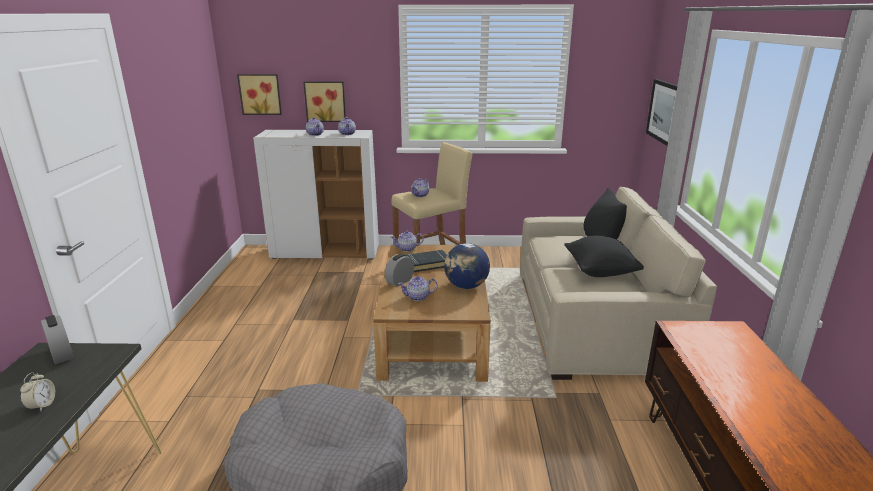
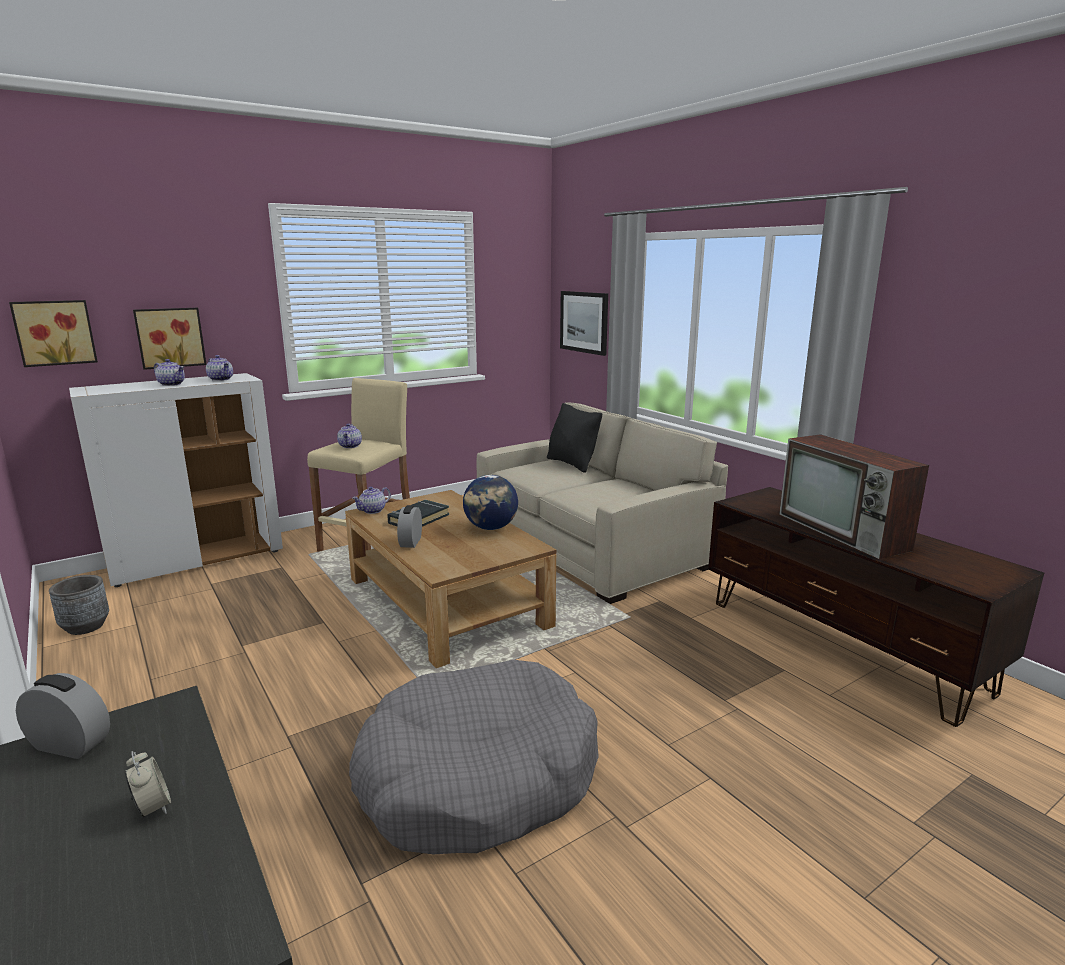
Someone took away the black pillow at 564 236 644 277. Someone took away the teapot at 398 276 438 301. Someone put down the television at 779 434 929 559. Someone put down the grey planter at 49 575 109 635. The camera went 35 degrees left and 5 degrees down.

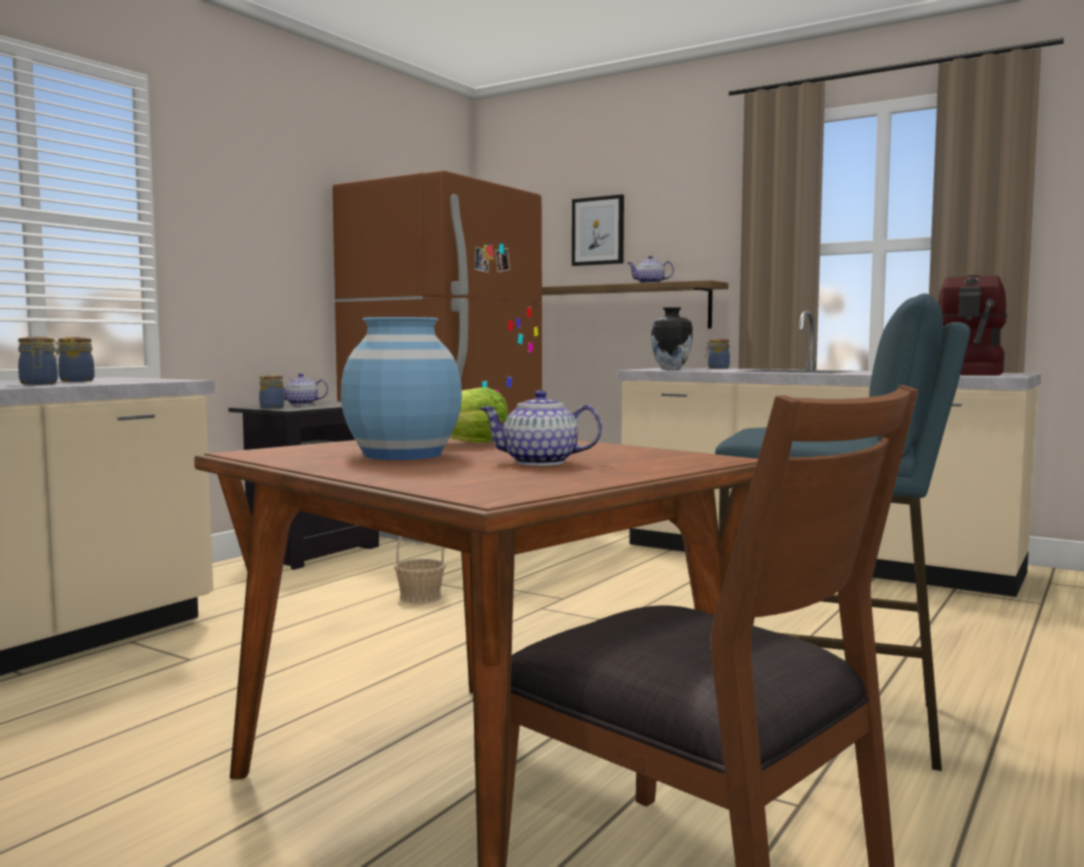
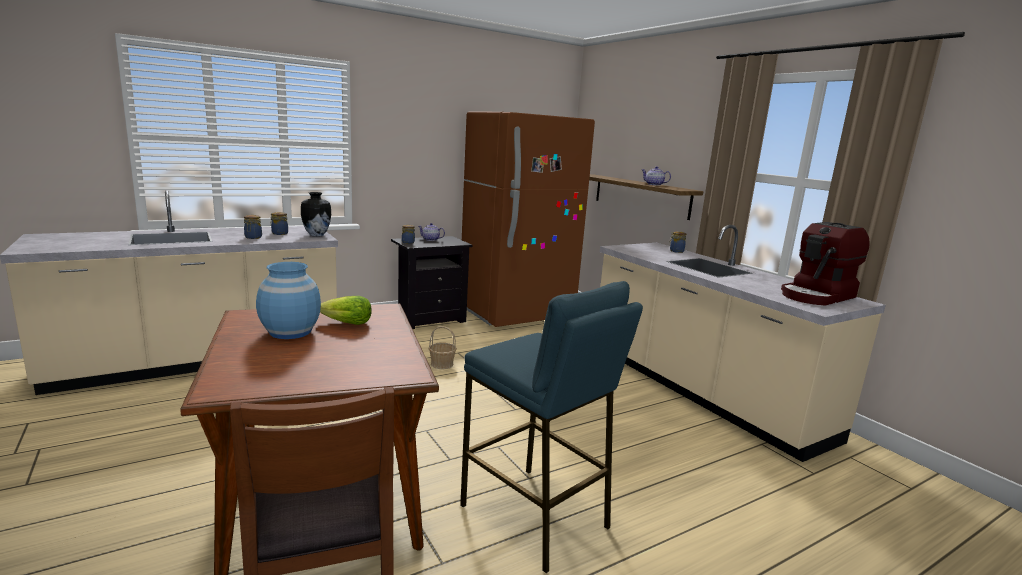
Someone took away the picture at 572 194 624 266. Someone carried the vase from 651 307 693 370 to 301 192 331 237. Someone took away the teapot at 479 390 602 466. The camera went 25 degrees right and 10 degrees up.

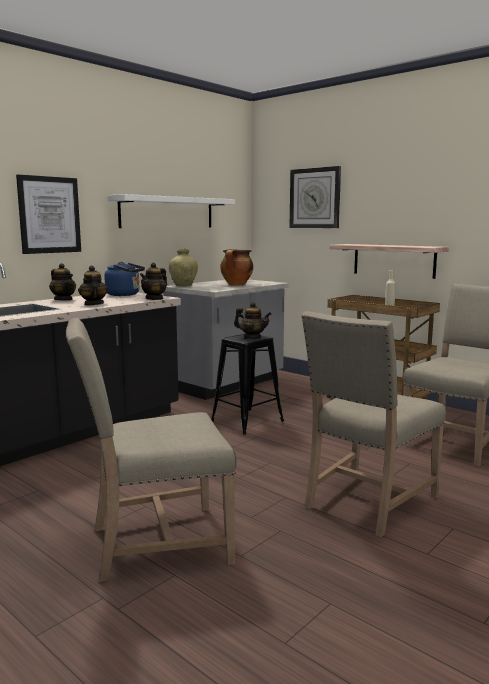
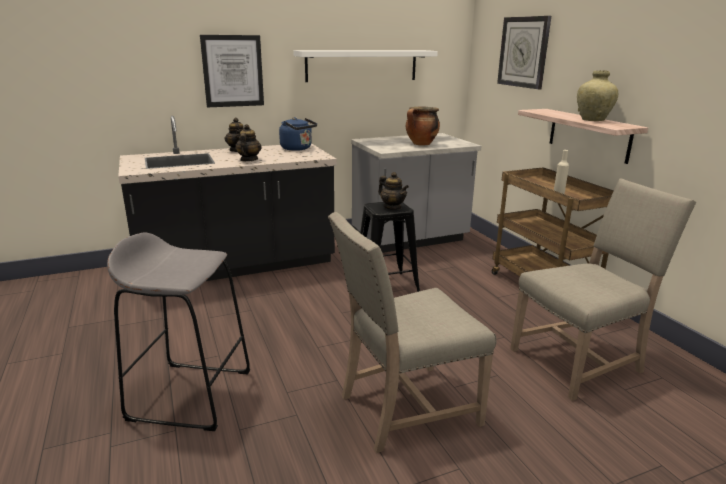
Someone carried the beige vase from 169 249 198 286 to 577 70 618 121. Someone took away the teapot at 140 262 167 300. Someone swapped the beige chair at 66 318 237 582 for the grey stool at 107 233 250 431. The camera went 25 degrees right and 10 degrees up.

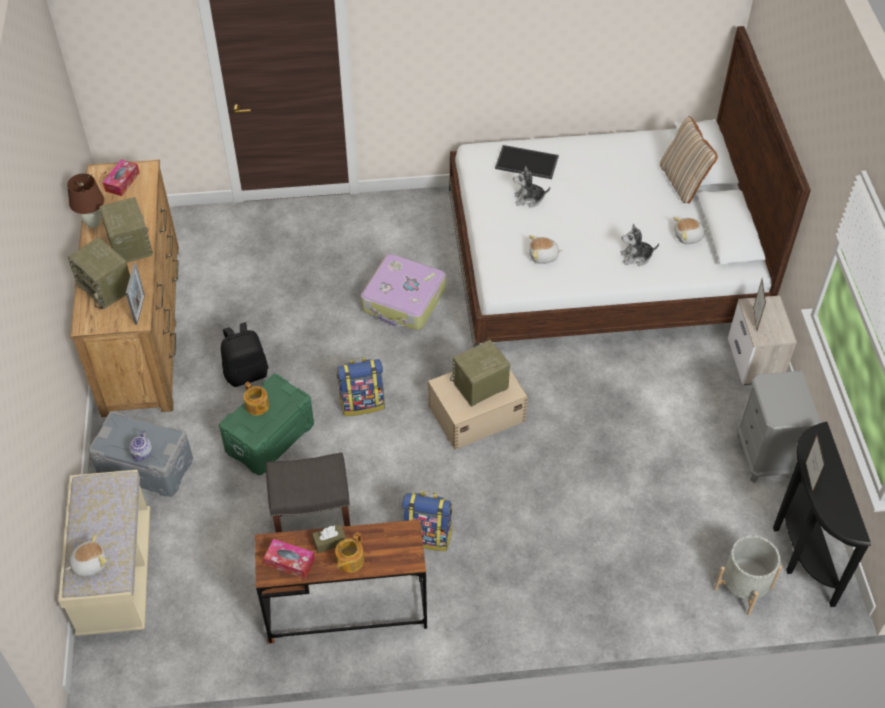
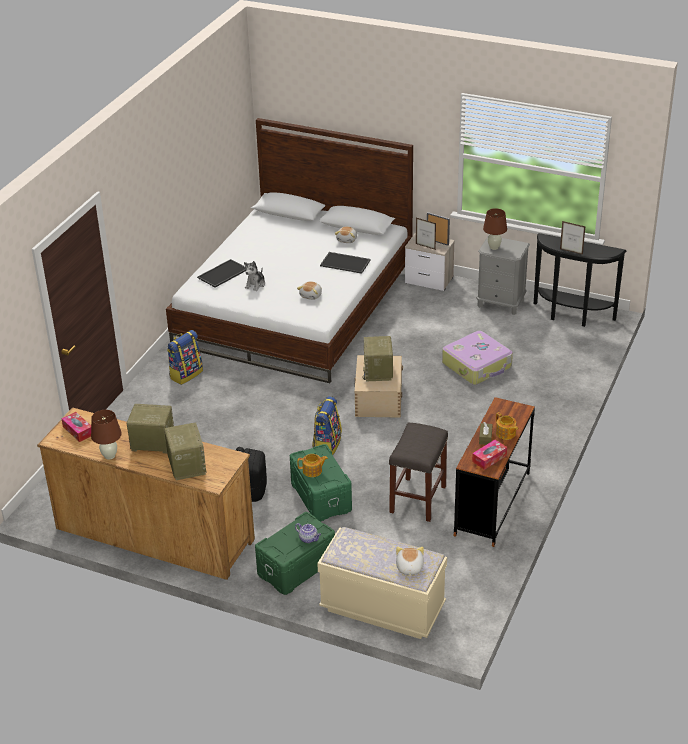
Someone took away the beige pillow at 660 116 718 204. Someone swapped the plush toy at 620 224 659 266 for the tray at 320 252 371 274. Someone rotated the radio at 68 237 130 309 by 90 degrees counterclockwise. Someone carried the suitcase from 361 254 446 330 to 442 331 513 385. Someone carried the picture frame from 126 263 145 325 to 427 212 450 246. Someone repainted the grey storage box at 88 412 193 497, which became the green storage box at 255 512 335 595. Someone carried the backpack from 402 491 453 551 to 167 330 203 385. Someone took away the grey planter at 714 535 782 616. Someone put down the brown table lamp at 483 208 507 250. The camera went 60 degrees left and 15 degrees down.

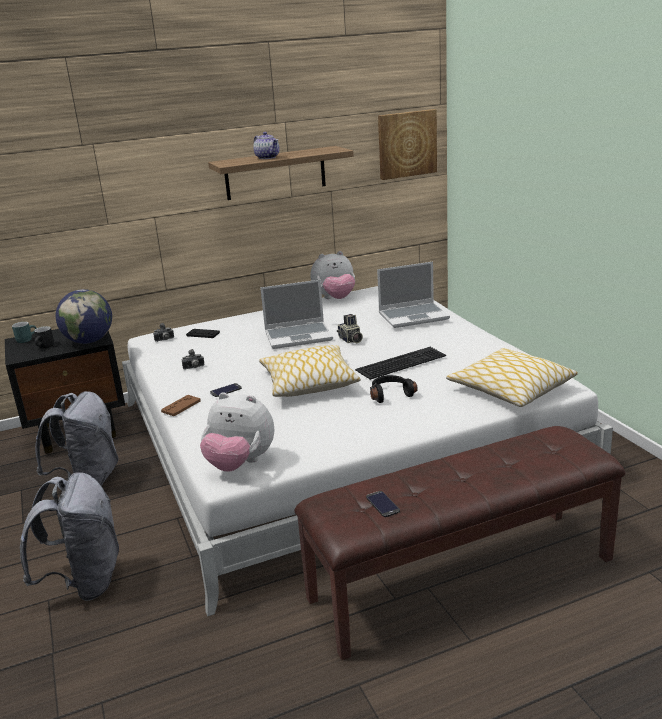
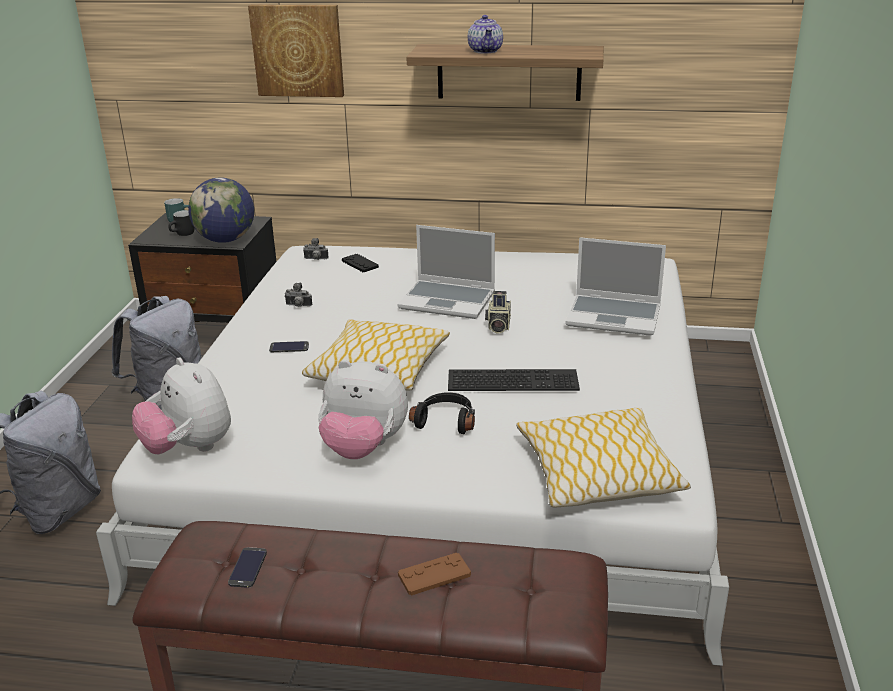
Someone carried the picture from 378 109 437 180 to 248 5 344 97. Someone carried the plush toy from 310 251 355 299 to 318 360 408 459. Someone carried the brown game controller from 161 395 201 416 to 398 553 471 596. The camera went 30 degrees right and 5 degrees up.

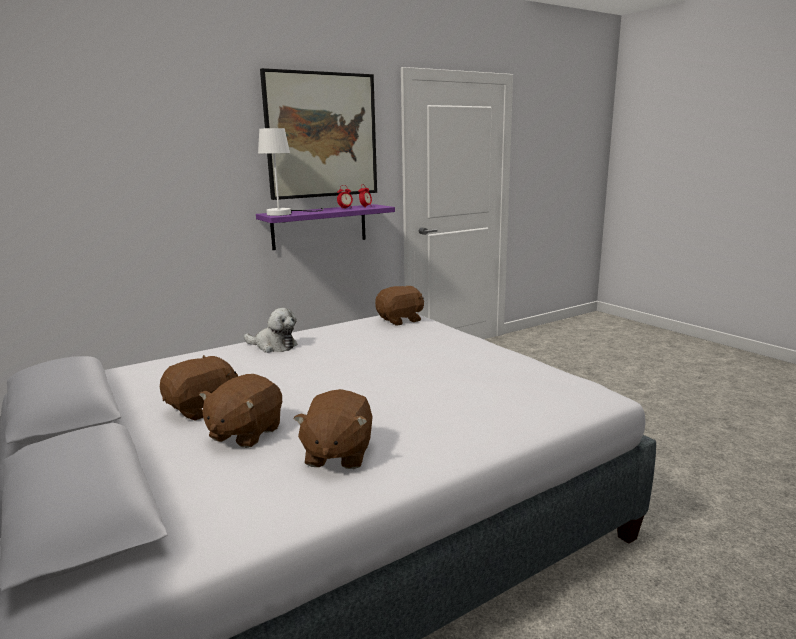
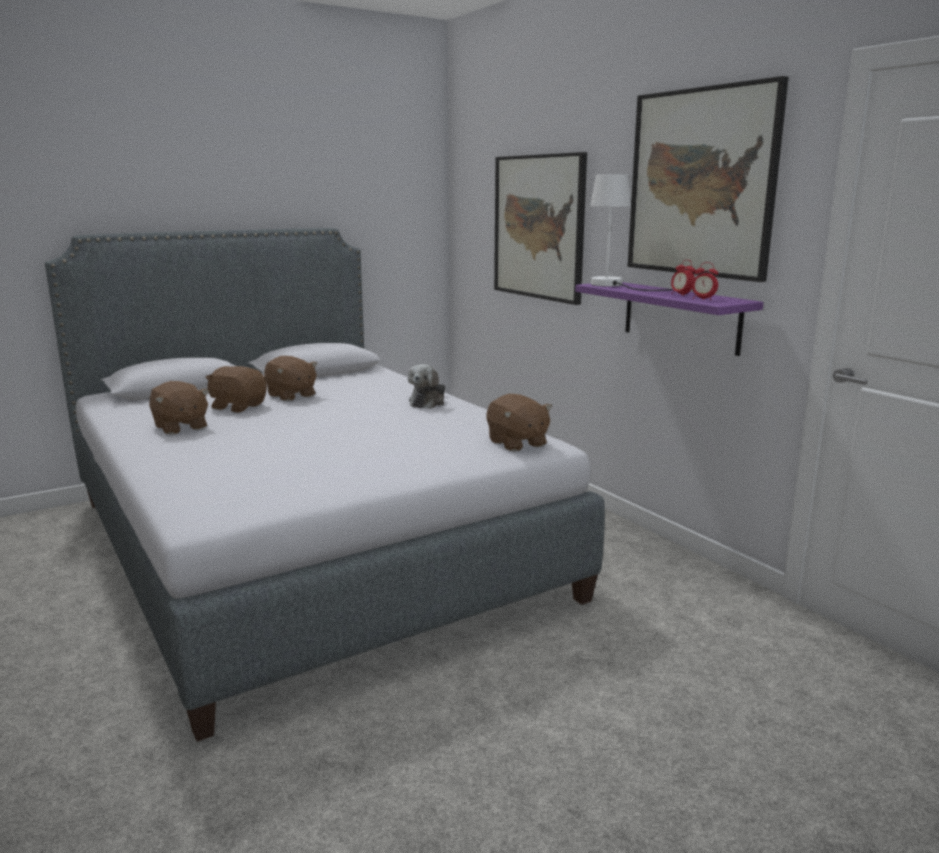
Someone rotated the brown plush toy at 293 389 373 469 by 135 degrees counterclockwise. Someone put up the picture at 494 152 587 305. The camera went 90 degrees right and 0 degrees up.

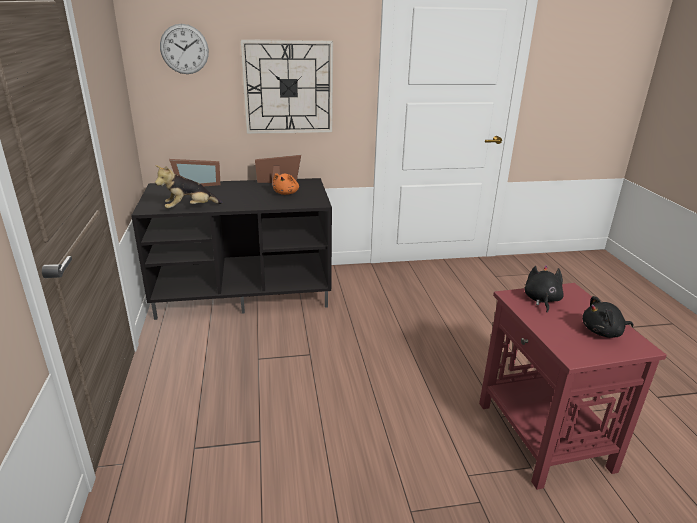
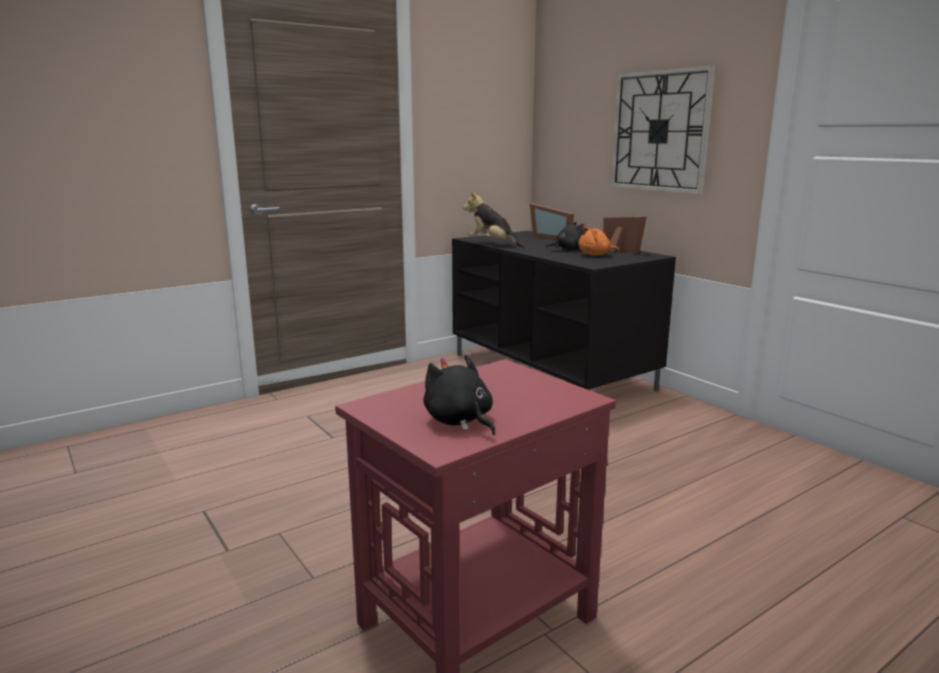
Someone took away the wall clock at 160 24 209 74. Someone carried the black plush toy from 525 265 564 313 to 546 222 586 250. The camera went 65 degrees right and 10 degrees down.

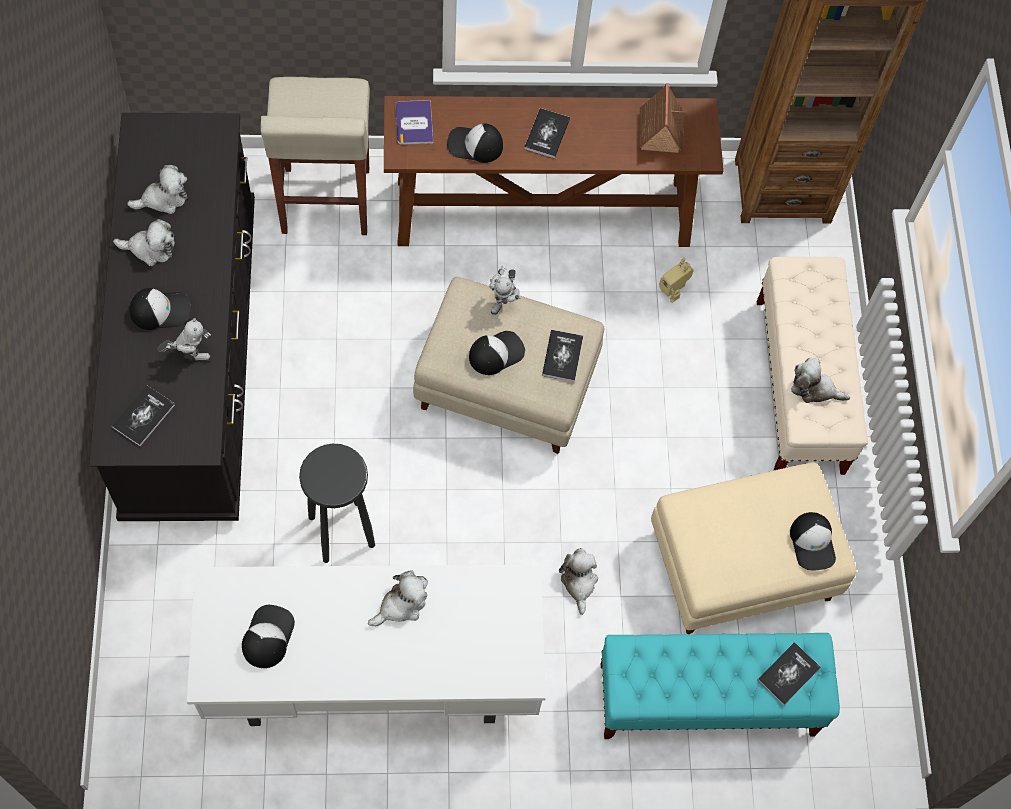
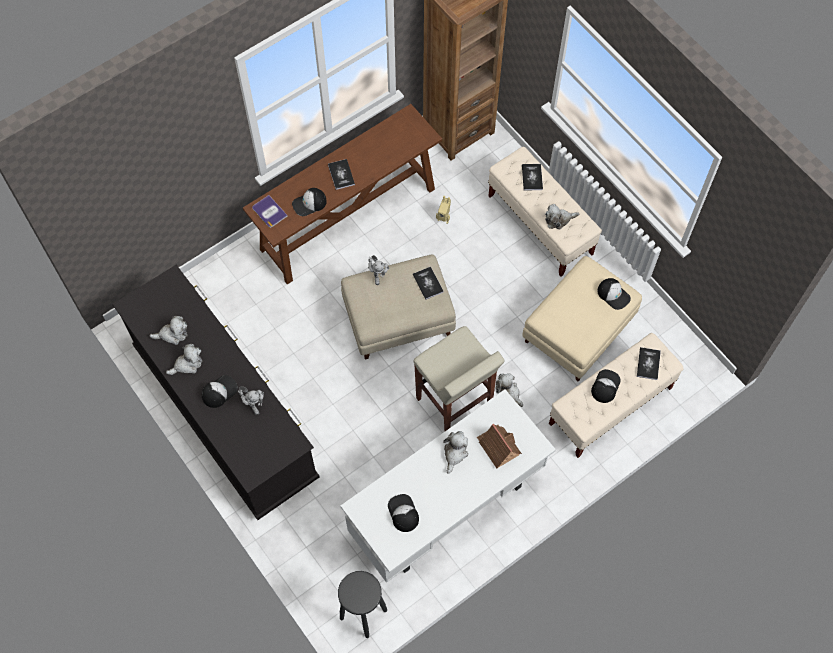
Someone carried the beige stool from 261 77 370 235 to 414 326 504 432. Someone carried the toy house from 639 83 685 153 to 477 424 522 468. Someone rotated the plush toy at 127 165 187 214 by 45 degrees clockwise. Someone rotated the toy robot at 158 318 211 361 by 90 degrees clockwise. Someone carried the cap from 469 331 525 375 to 591 369 621 403. Someone carried the book from 112 386 175 447 to 522 164 543 191. Someone carried the black stool from 299 444 375 563 to 338 571 387 638. Someone repainted the turquoise bench at 601 633 840 739, which became the beige bench at 549 333 683 458. The camera went 30 degrees left and 0 degrees up.

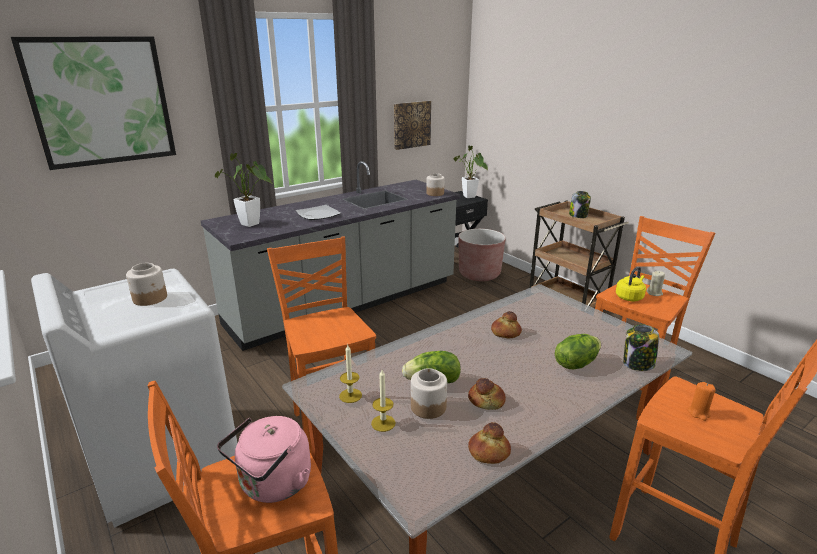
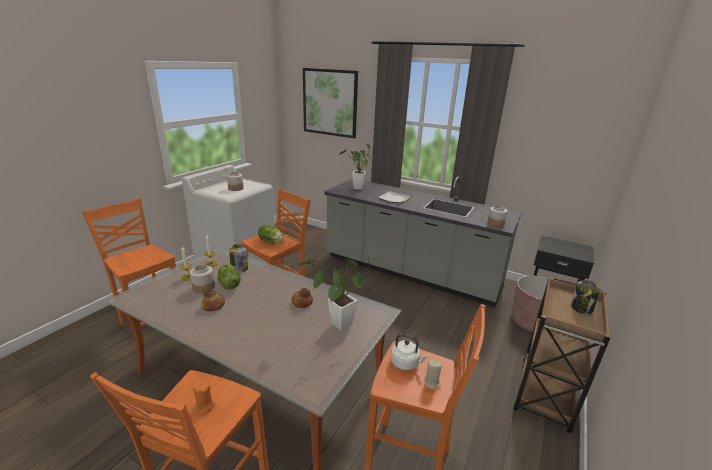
Someone took away the picture at 394 101 431 150. Someone carried the potted plant from 454 146 488 198 to 299 254 377 330. Someone repainted the yellow kettle at 616 266 646 301, which became the white kettle at 391 334 429 370. Someone carried the jar from 623 324 659 371 to 229 244 248 272. Someone carried the lettuce from 555 334 601 369 to 258 225 284 243. Someone took away the pink kettle at 217 416 311 503. Someone took away the bread at 468 422 511 464. The camera went 65 degrees right and 0 degrees up.

